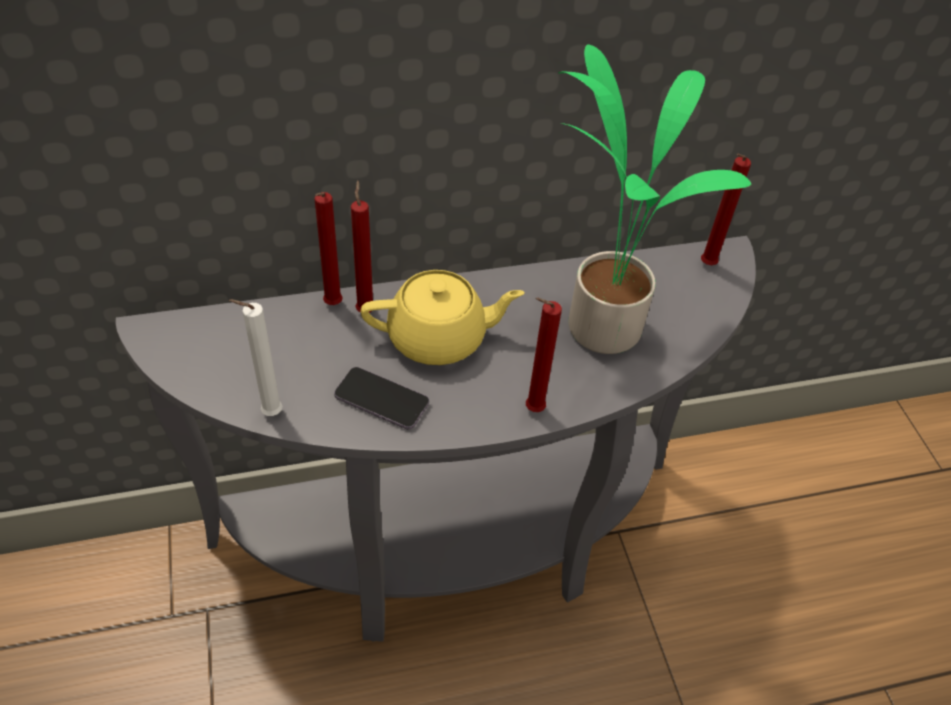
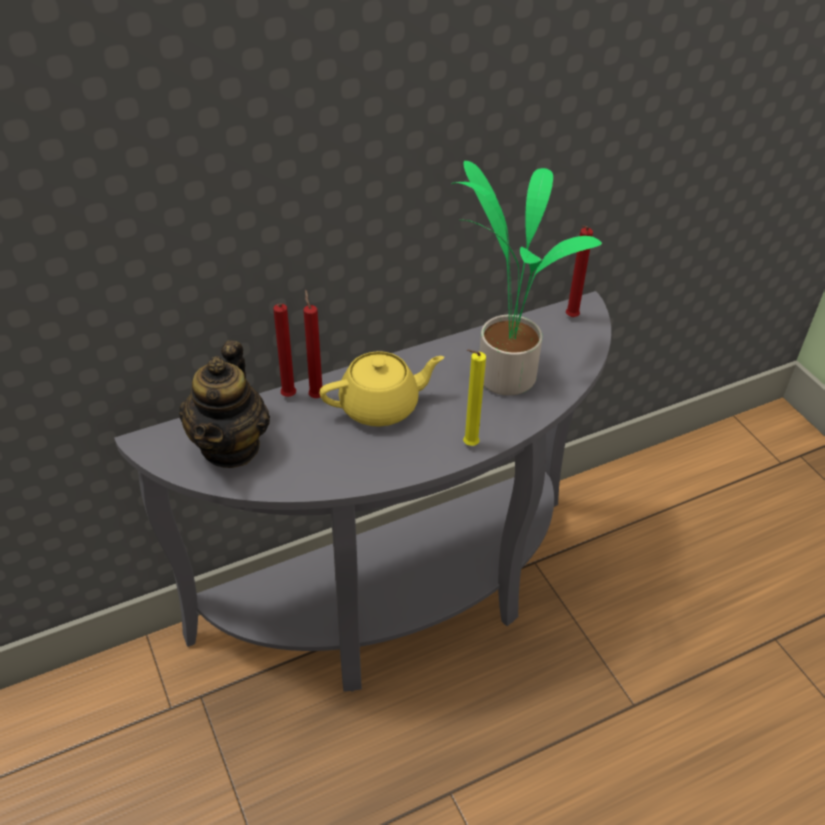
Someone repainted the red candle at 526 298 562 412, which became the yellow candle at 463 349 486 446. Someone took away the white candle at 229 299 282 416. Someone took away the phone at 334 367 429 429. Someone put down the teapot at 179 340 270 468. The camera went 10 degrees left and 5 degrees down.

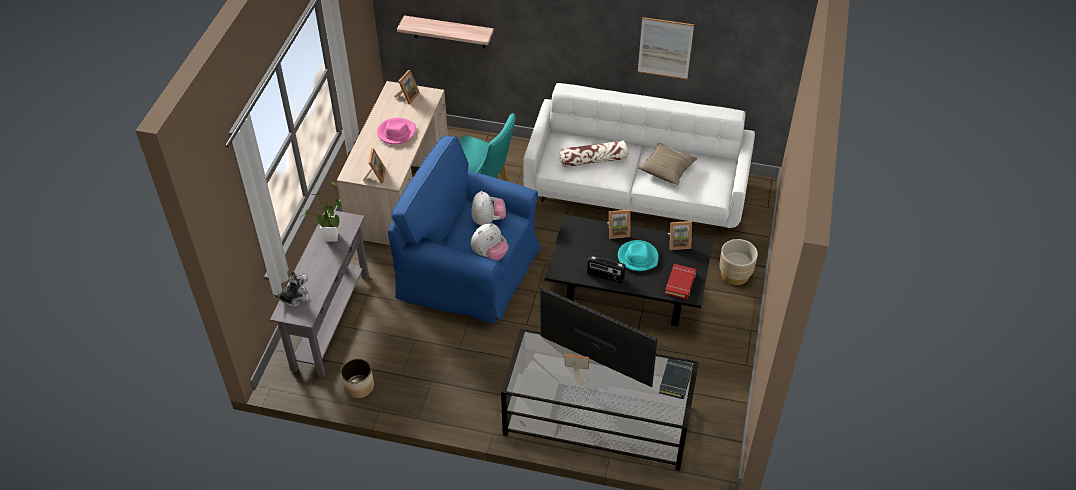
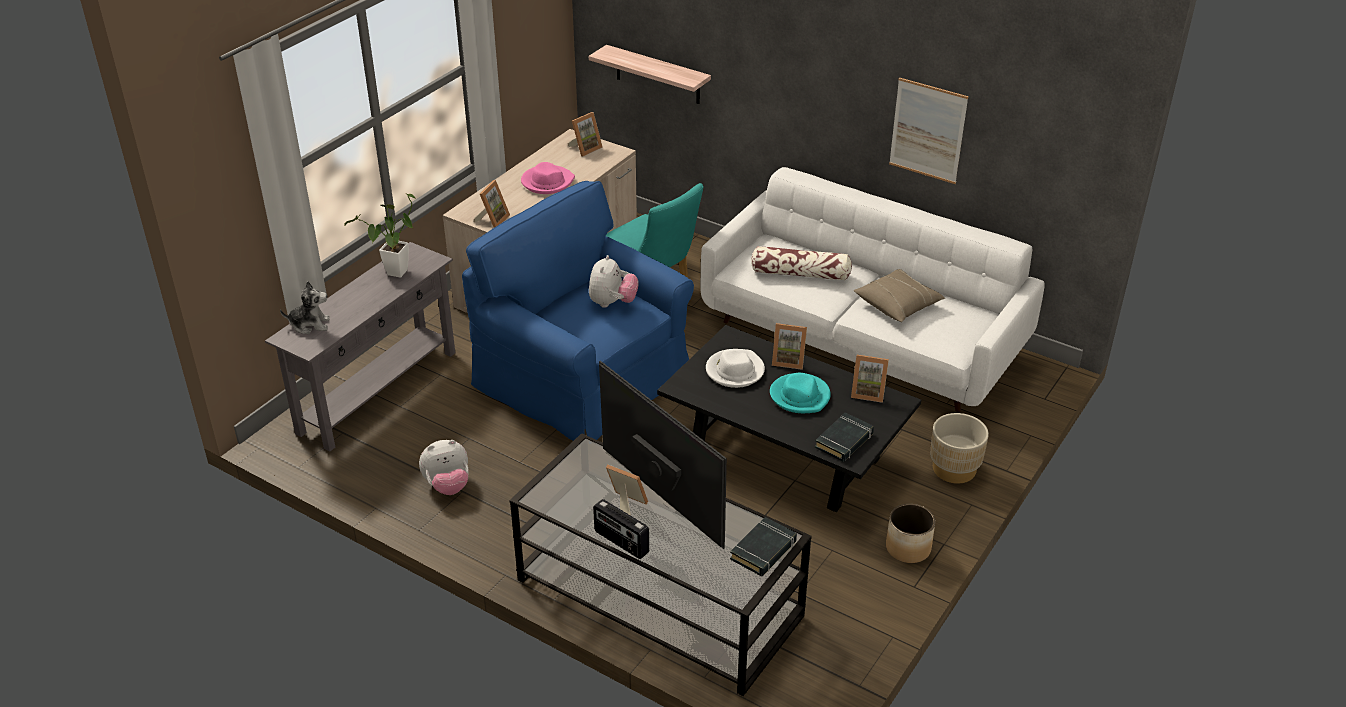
Someone carried the plush toy from 471 223 508 260 to 419 440 469 495. Someone carried the radio from 587 255 626 283 to 593 499 649 559. Someone repainted the red book at 665 264 696 299, which became the black book at 815 412 874 462. Someone carried the planter from 341 359 374 398 to 886 504 935 563. Someone put down the white hat at 706 349 765 388. The camera went 20 degrees right and 10 degrees down.

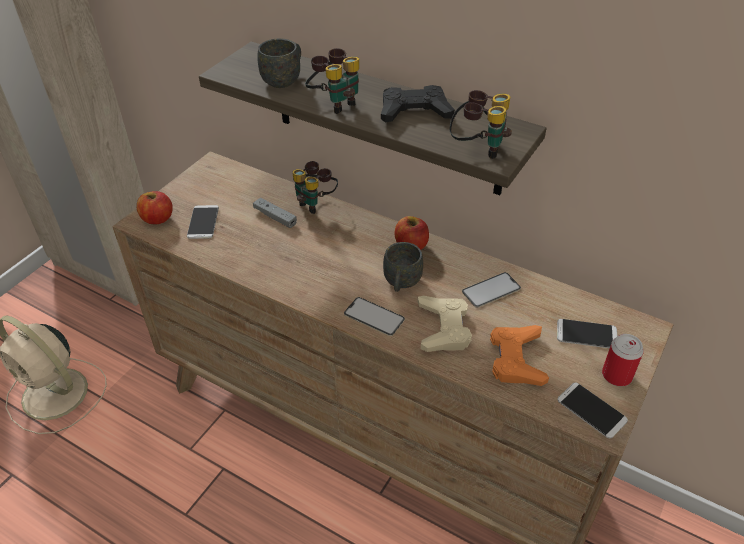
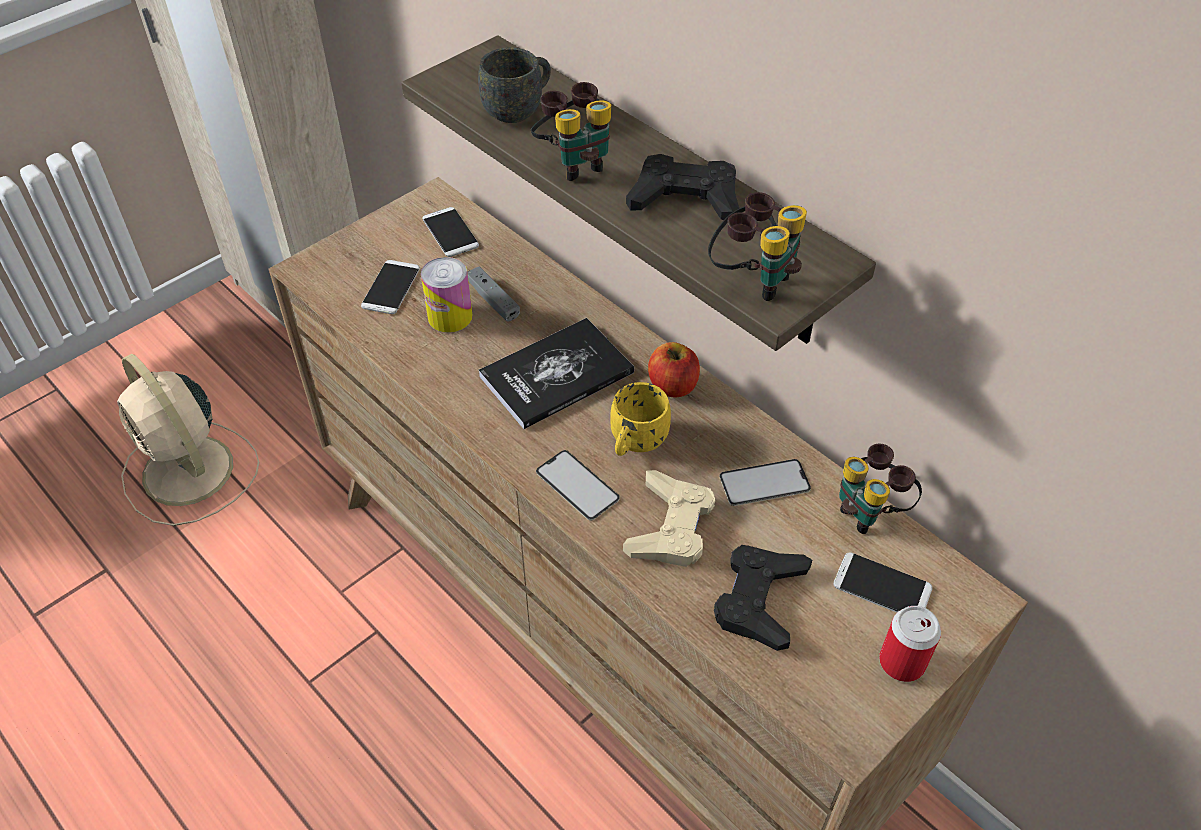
Someone carried the binoculars from 292 161 338 214 to 839 444 922 534. Someone took away the apple at 137 191 173 224. Someone repainted the grey mug at 383 242 423 292, which became the yellow mug at 610 382 671 456. Someone repainted the orange game controller at 490 325 549 386, which became the black game controller at 714 545 812 651. Someone carried the phone from 557 383 628 438 to 422 207 479 257. Someone put down the can at 421 257 473 333. Someone put down the book at 479 318 634 429. The camera went 15 degrees right and 5 degrees up.

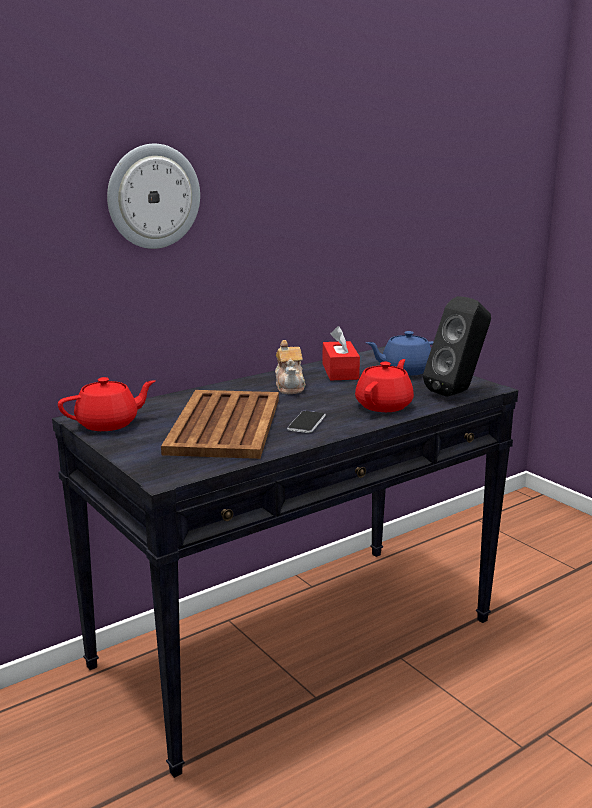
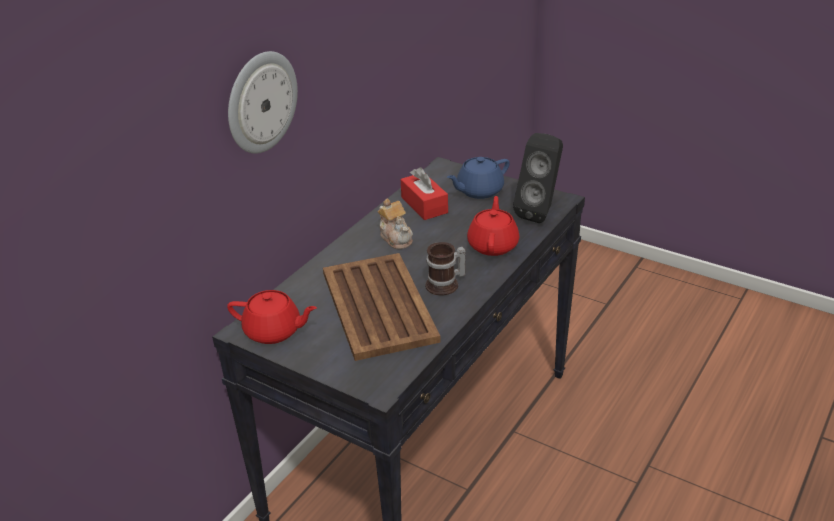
Someone rotated the red teapot at 58 377 155 431 by 60 degrees clockwise. Someone swapped the phone at 287 411 326 433 for the mug at 425 242 466 296. The camera went 20 degrees left and 15 degrees up.

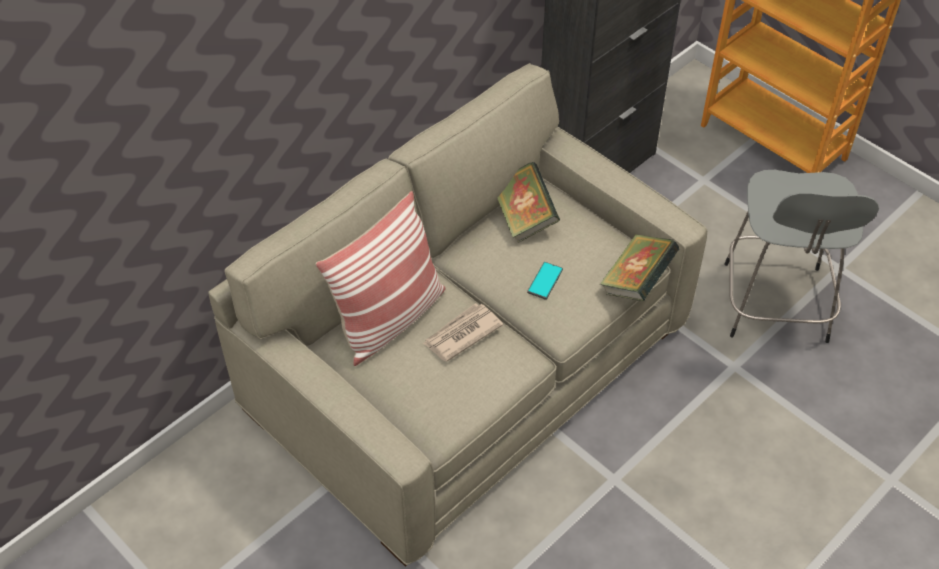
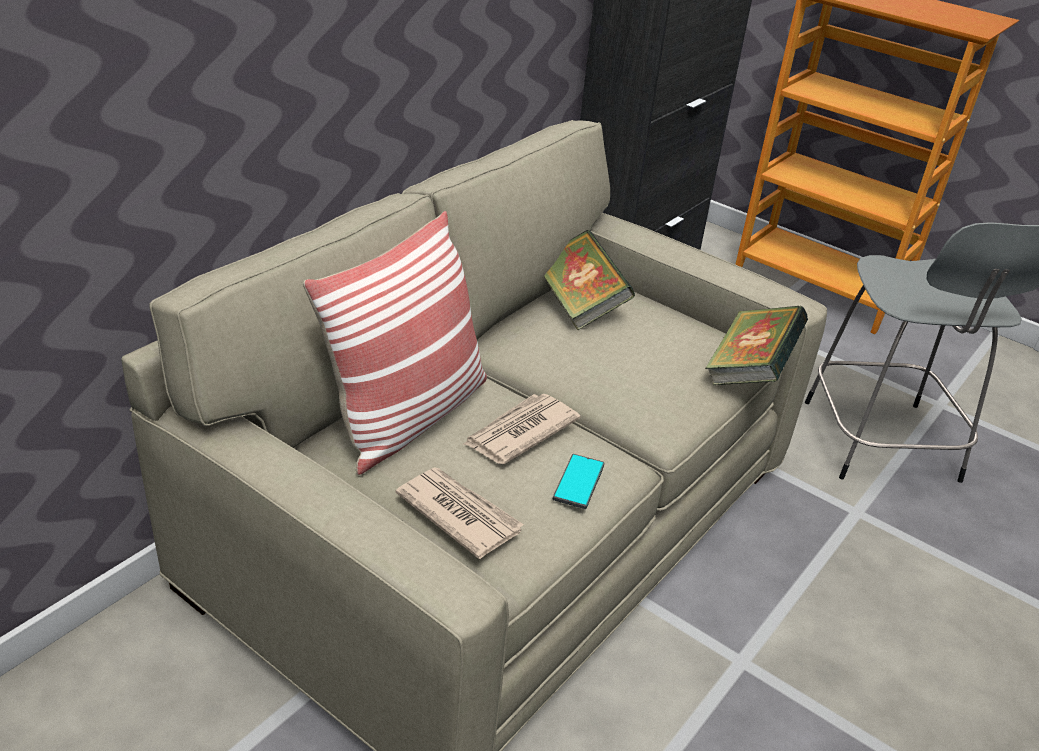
Someone carried the phone from 527 262 563 300 to 553 454 604 509. Someone put down the newspaper at 395 468 524 559. The camera went 10 degrees left and 15 degrees down.

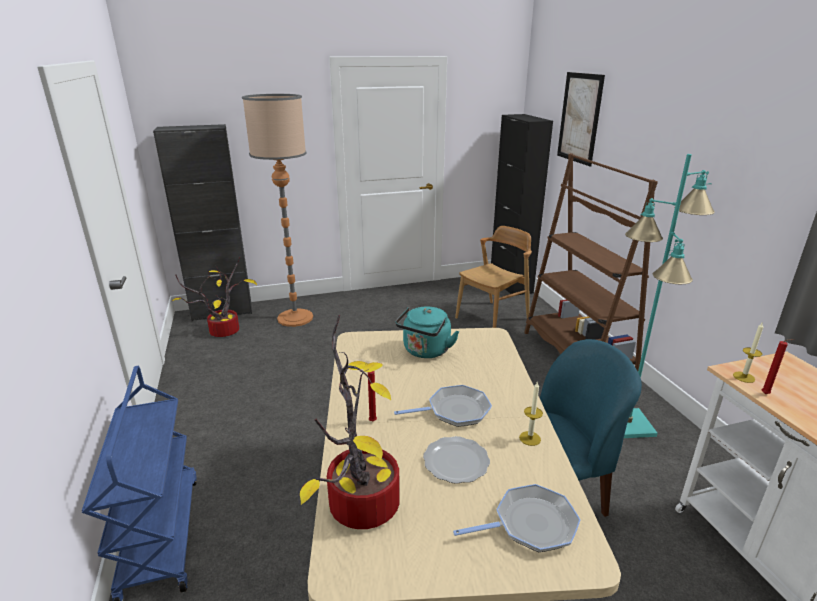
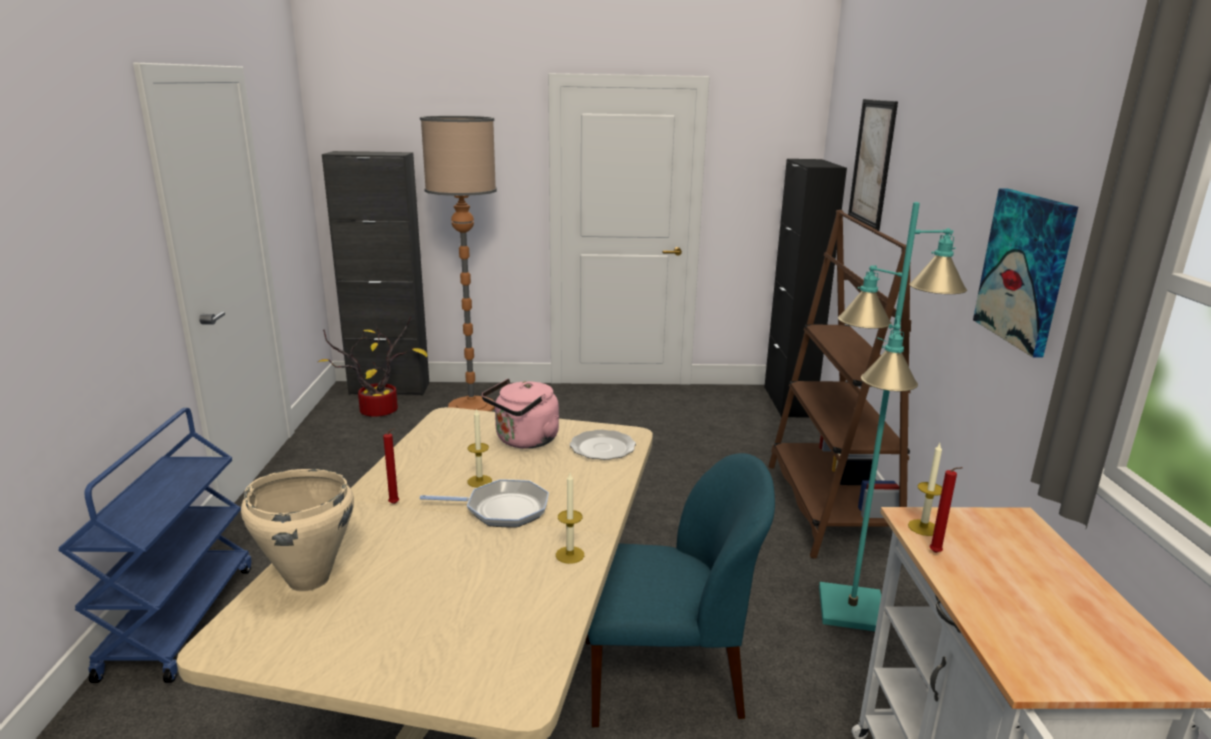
Someone took away the brown chair at 455 226 532 328. Someone repainted the turquoise kettle at 395 307 459 358, which became the pink kettle at 482 379 559 449. Someone swapped the potted plant at 300 315 400 529 for the beige cooking pot at 241 469 354 592. Someone carried the plate from 423 436 490 484 to 570 430 636 460. Someone took away the frying pan at 453 484 581 552. Someone put up the picture at 973 189 1078 358. Someone put down the candle at 468 409 492 488. The camera went 15 degrees right and 5 degrees down.

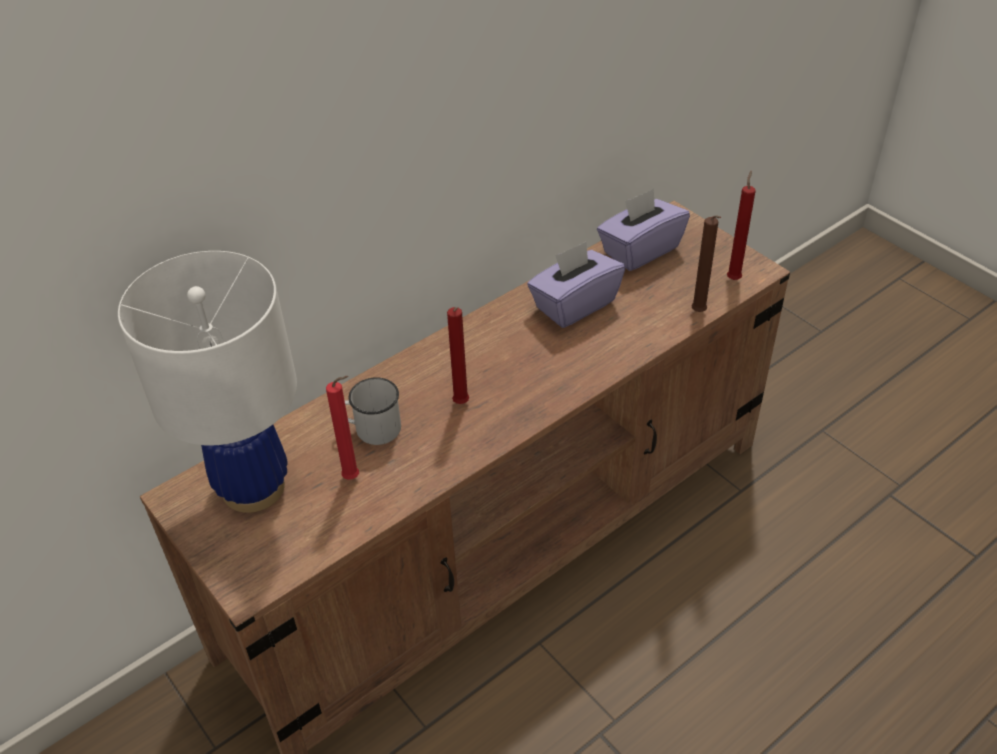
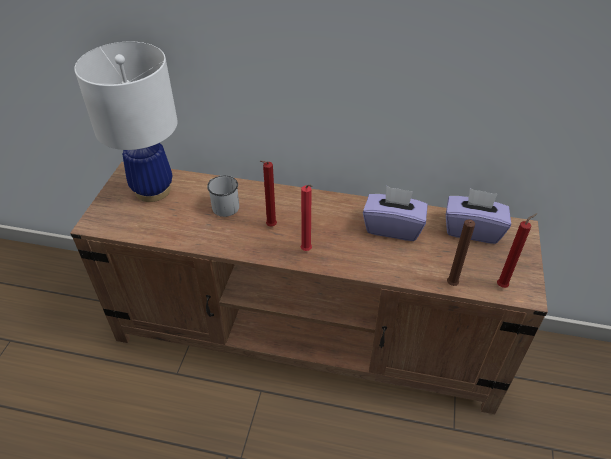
Someone carried the red candle from 326 376 359 480 to 301 185 313 251. The camera went 50 degrees right and 0 degrees up.

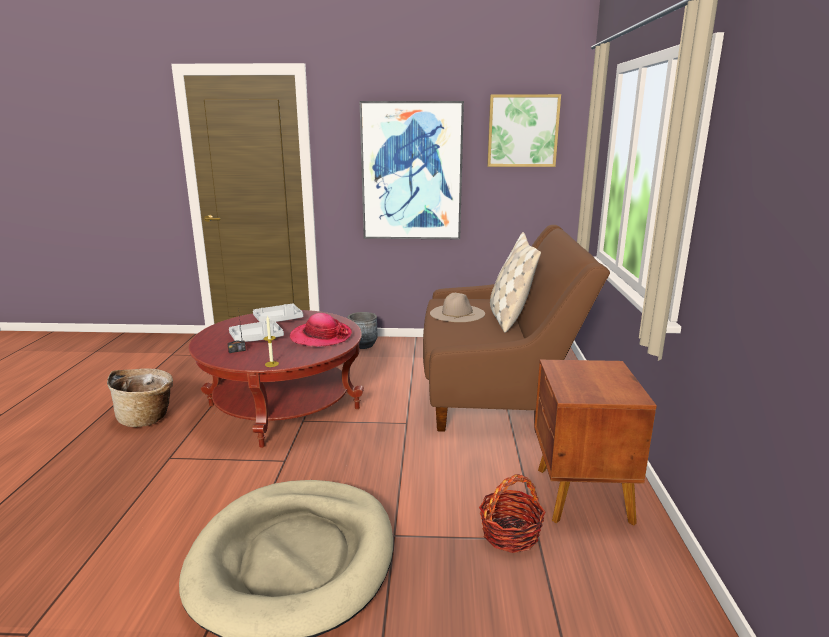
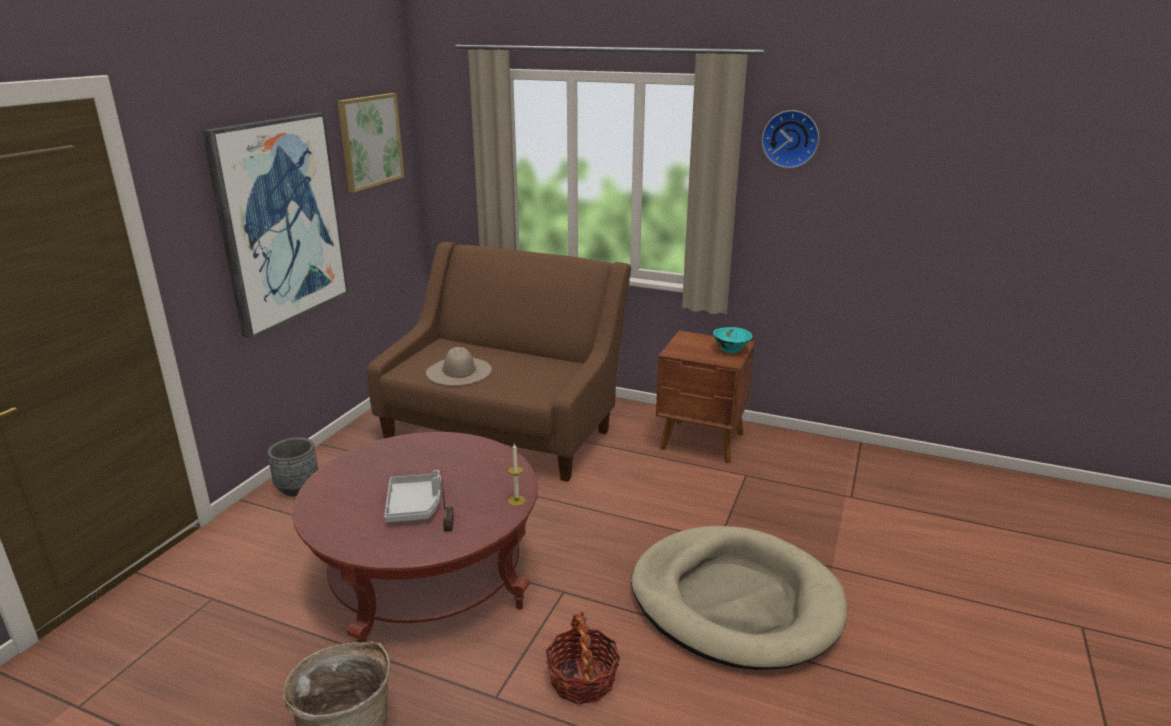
Someone took away the beige pillow at 490 232 541 333. Someone took away the grey tray at 253 304 303 322. Someone took away the hat at 290 313 352 347. Someone carried the basket from 479 474 545 553 to 546 612 620 705. Someone put up the wall clock at 762 110 819 168. Someone put down the turquoise bowl at 713 327 752 353. The camera went 70 degrees left and 5 degrees up.

